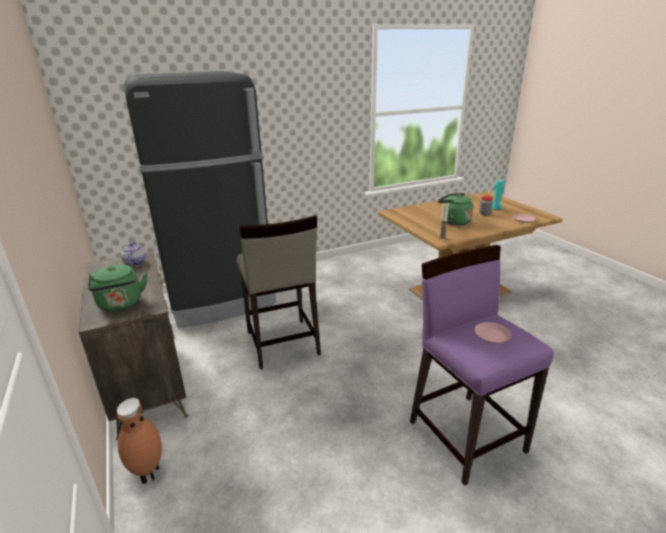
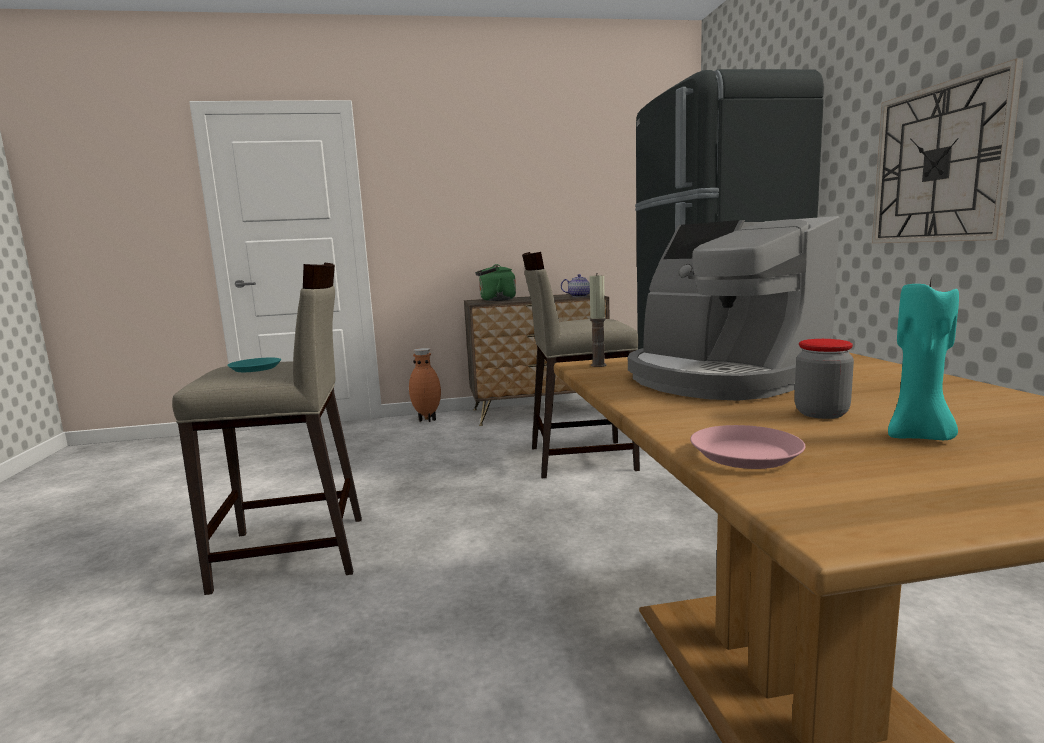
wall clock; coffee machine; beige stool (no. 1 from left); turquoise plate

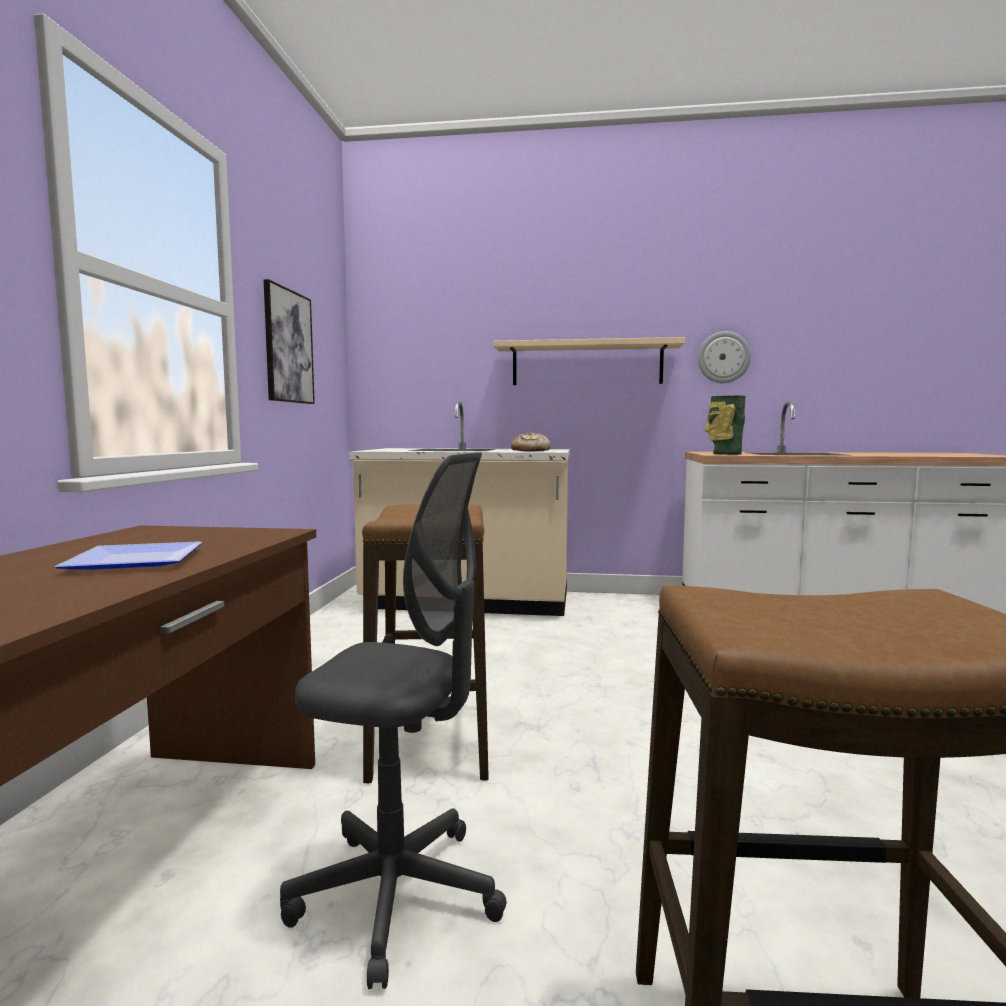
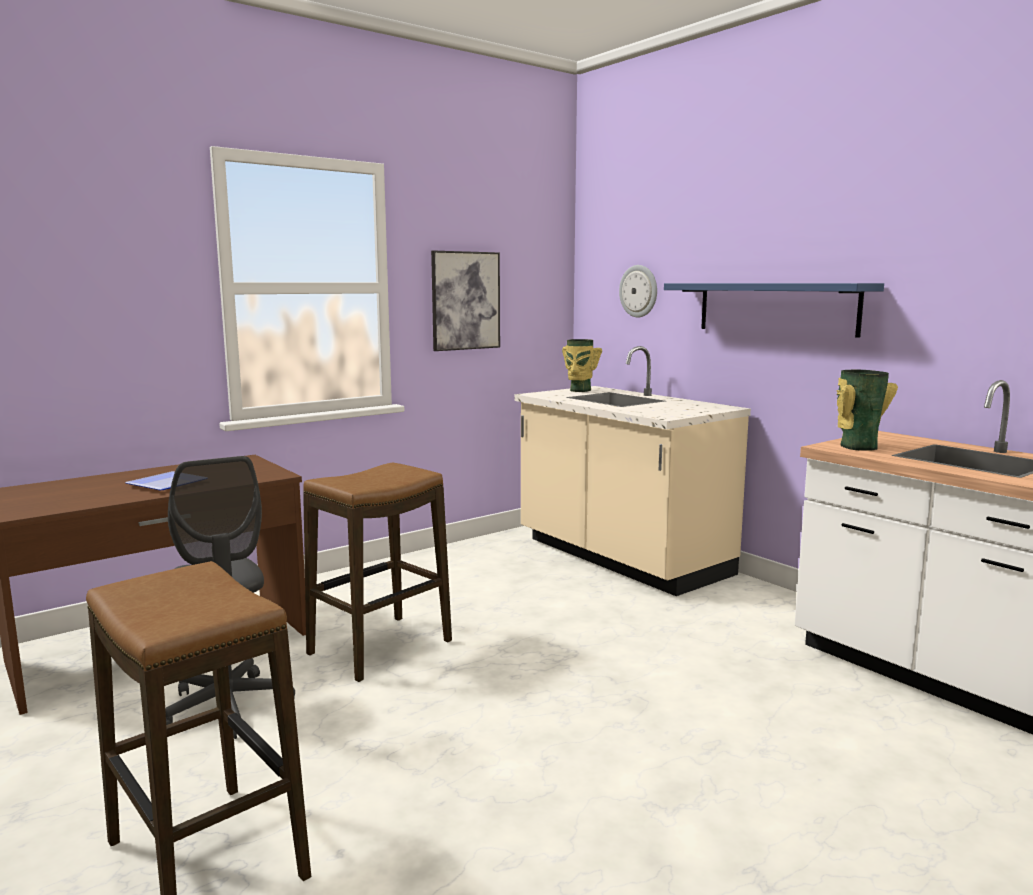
bread; vase (no. 1 from left); wall clock; blue shelf

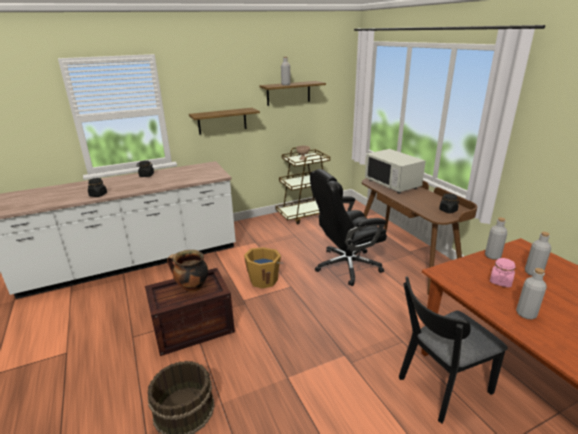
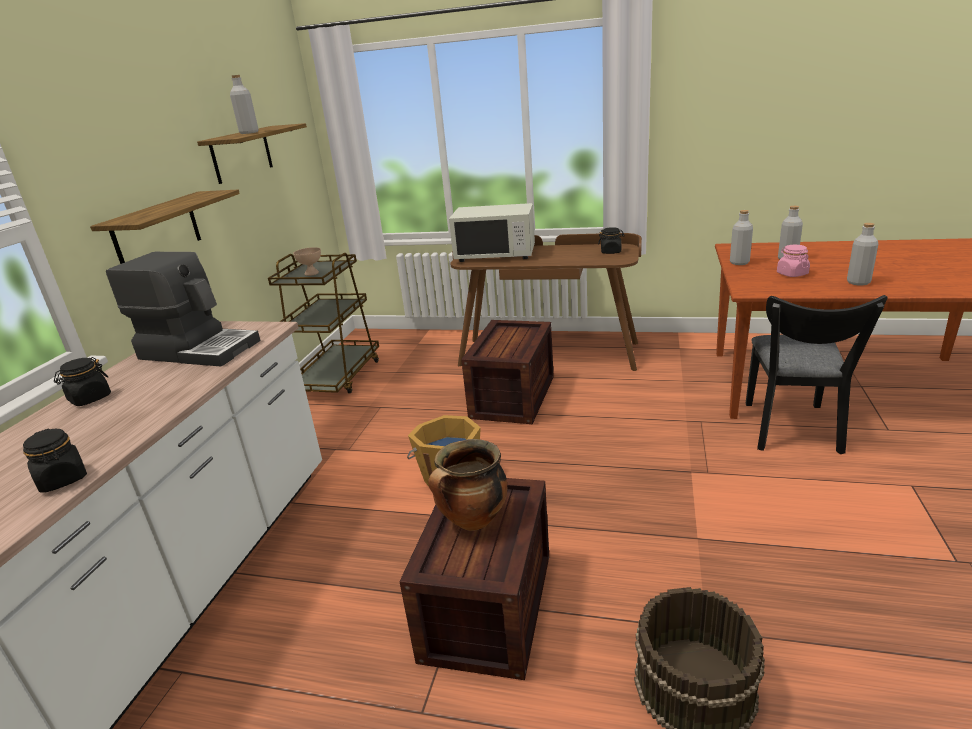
coffee machine; crate (no. 2 from left)

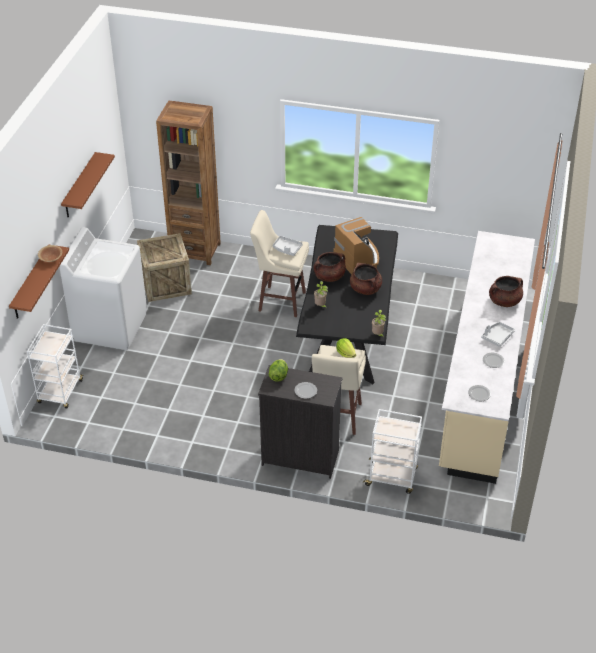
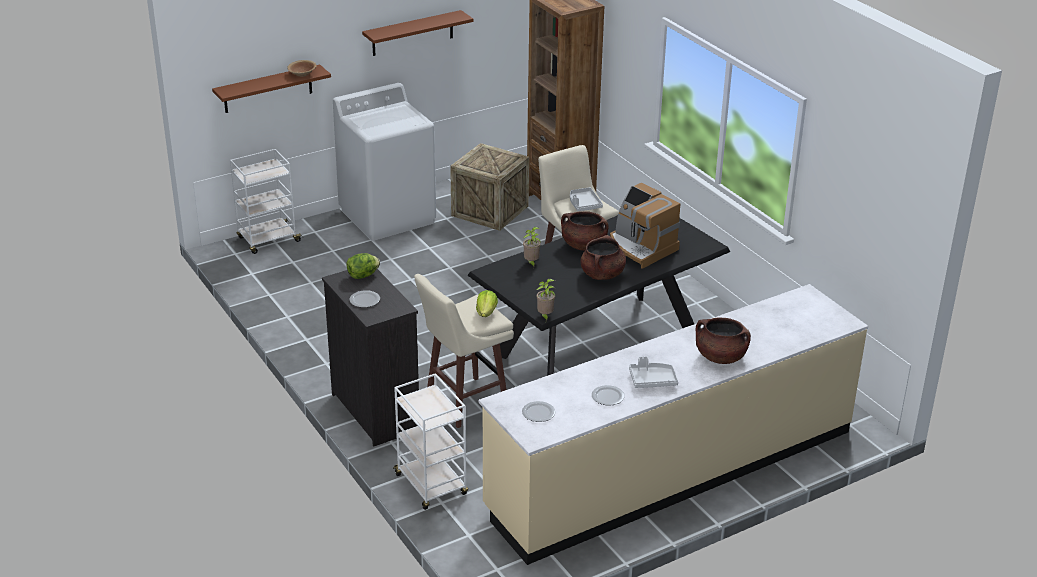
coffee machine

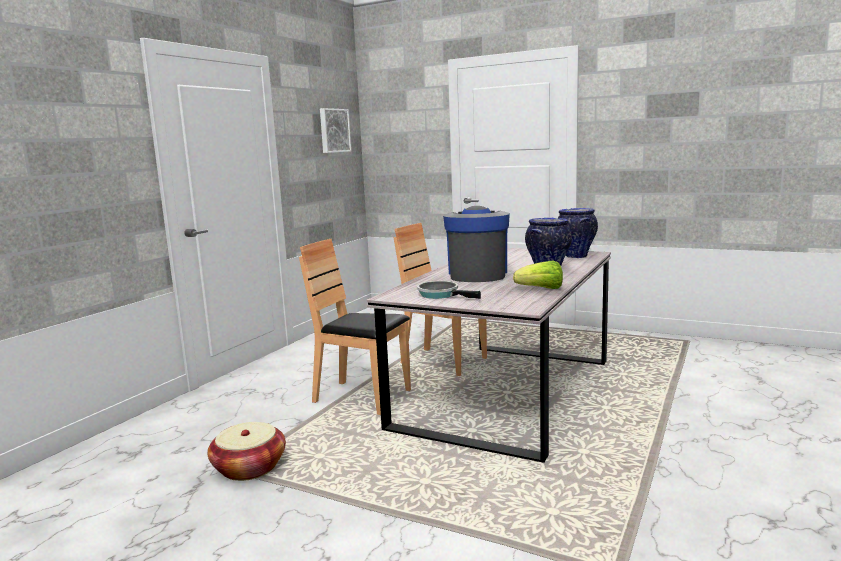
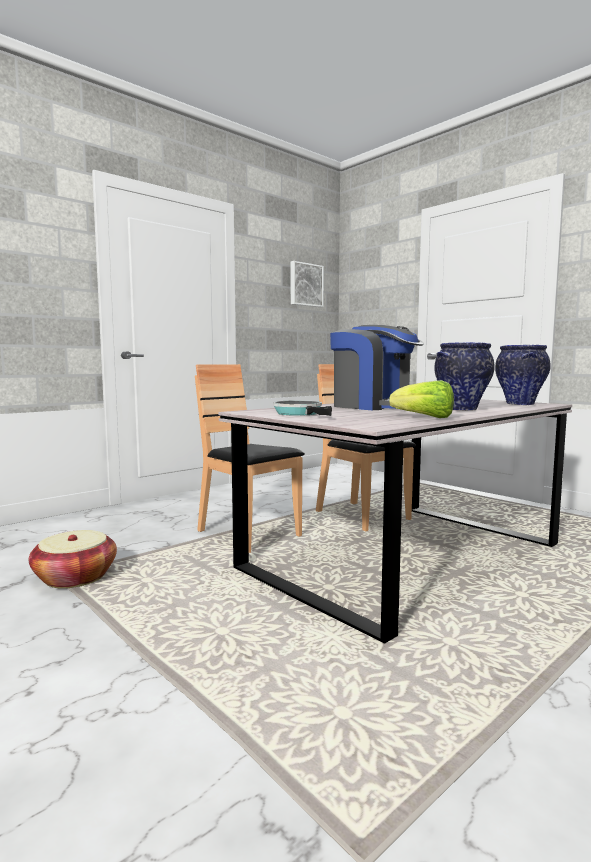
coffee machine

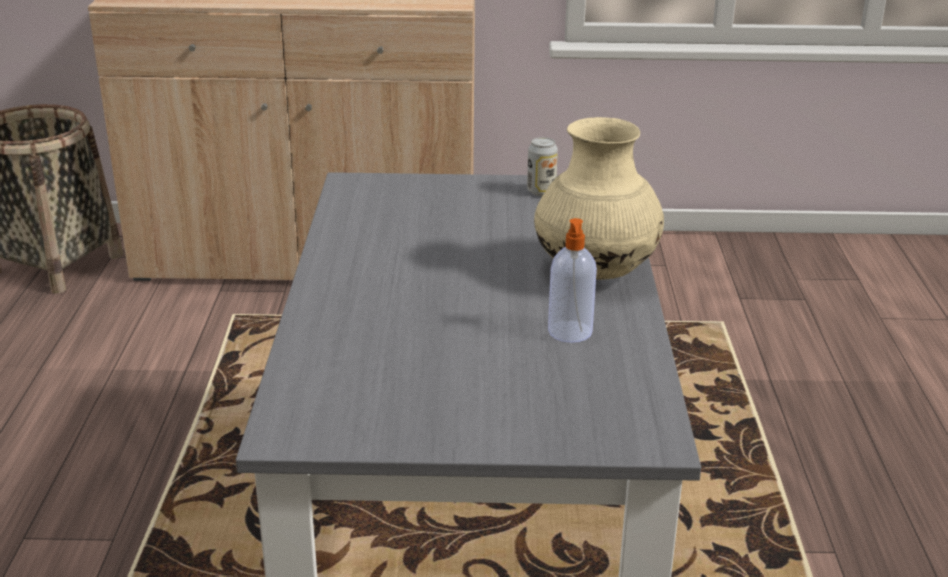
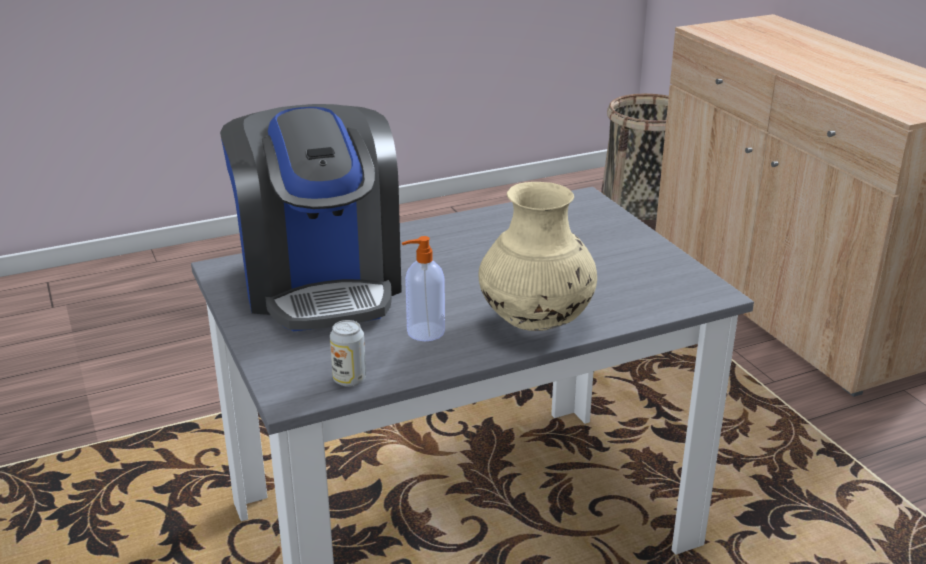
coffee machine; can

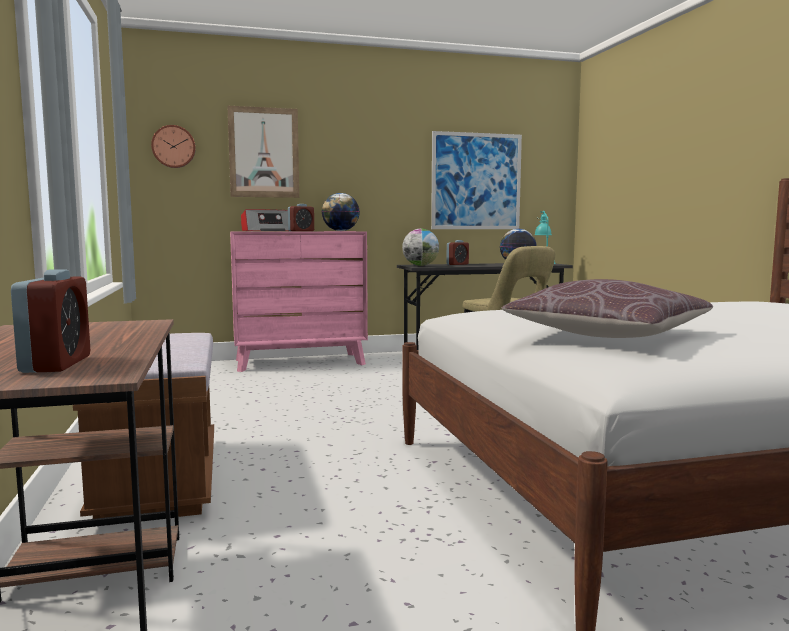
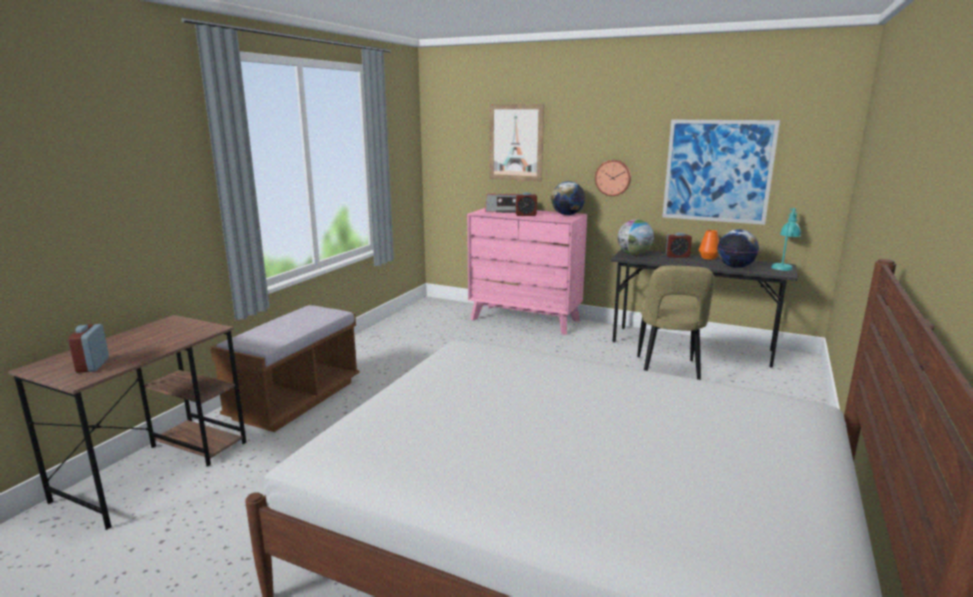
brown pillow; orange vase; wall clock; alarm clock (no. 1 from left)

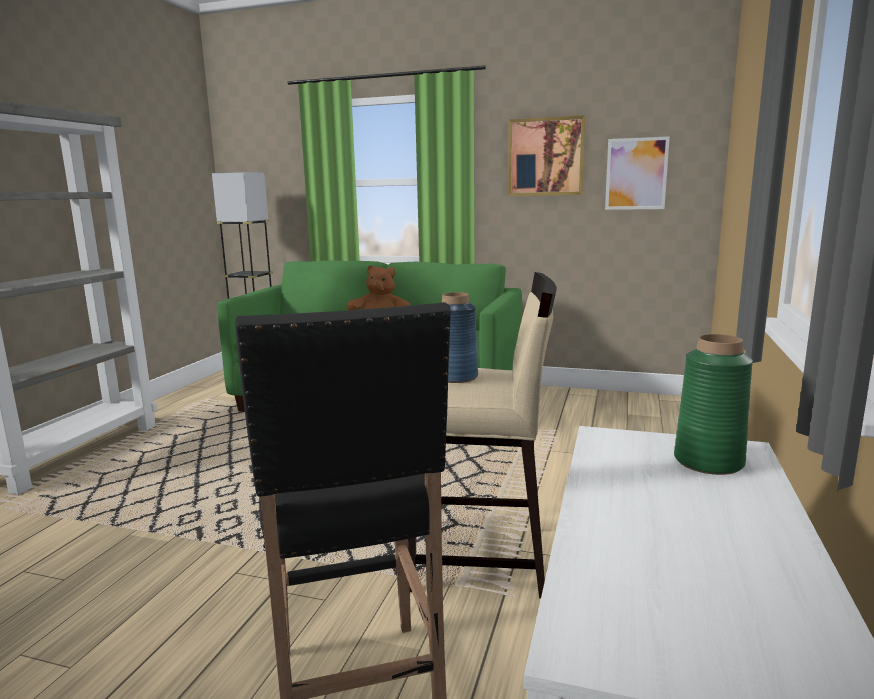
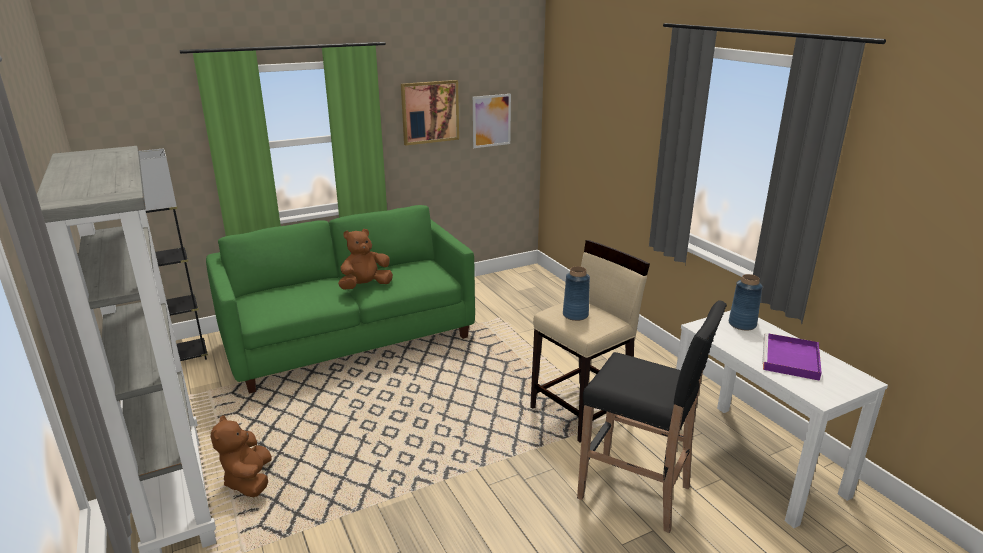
brown plush toy (no. 1 from left); purple tray; blue vase (no. 2 from left)

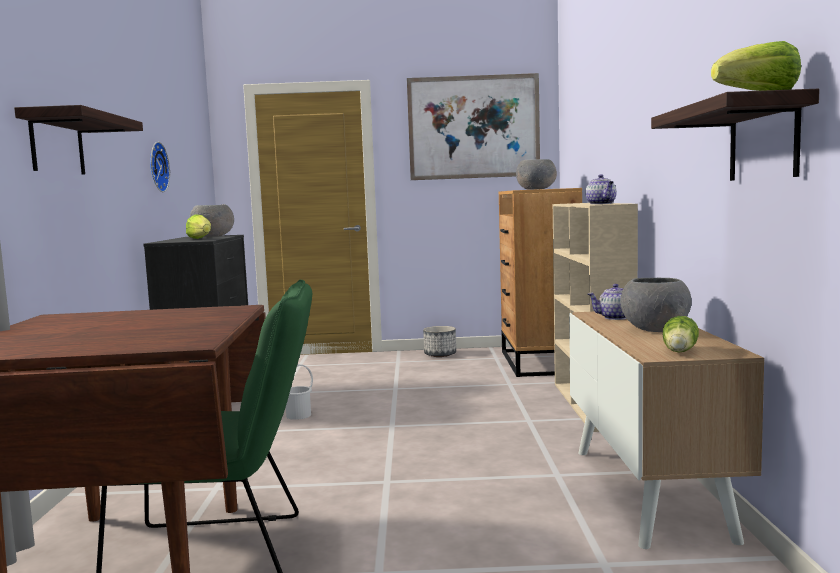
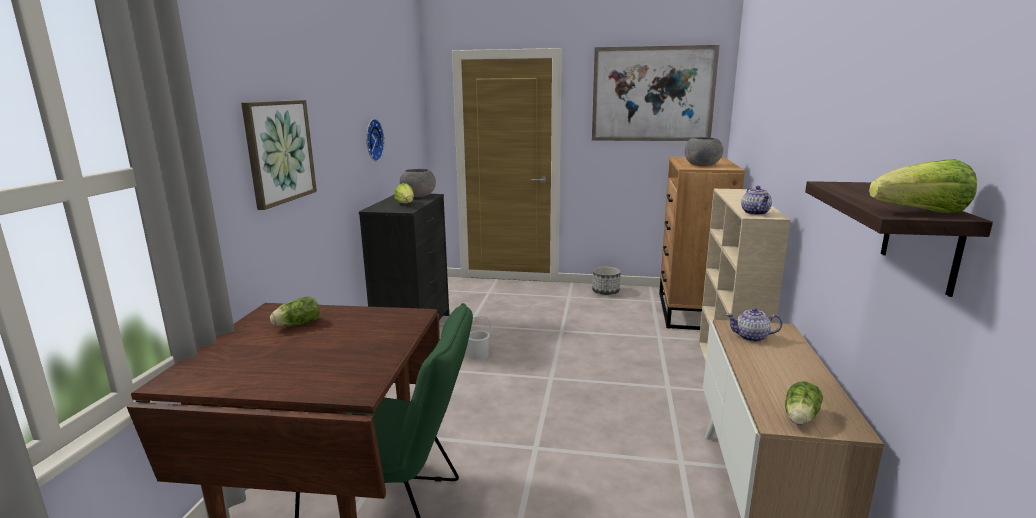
grey bowl (no. 3 from left in the first image); lettuce (no. 1 from left); picture (no. 1 from left)

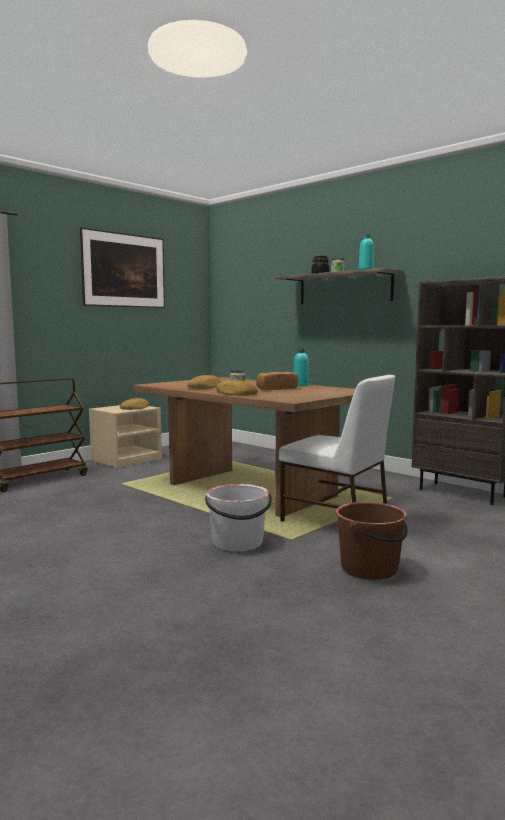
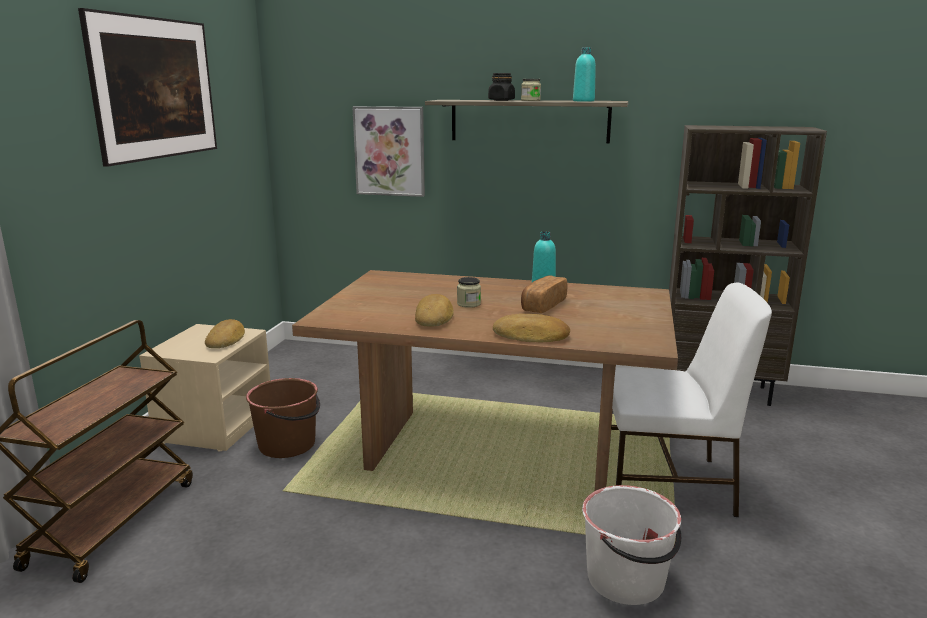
picture (no. 2 from left); brown bucket

